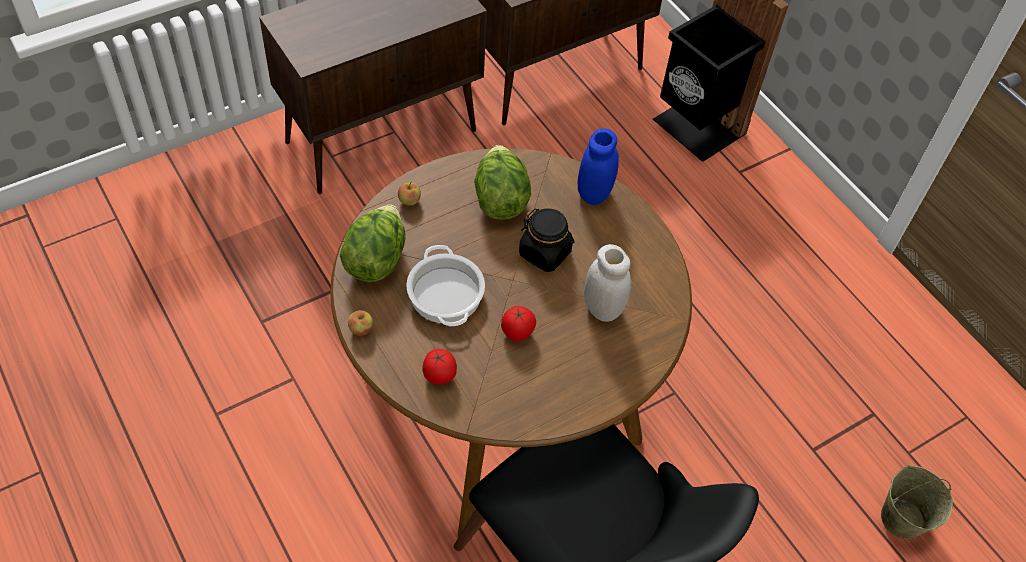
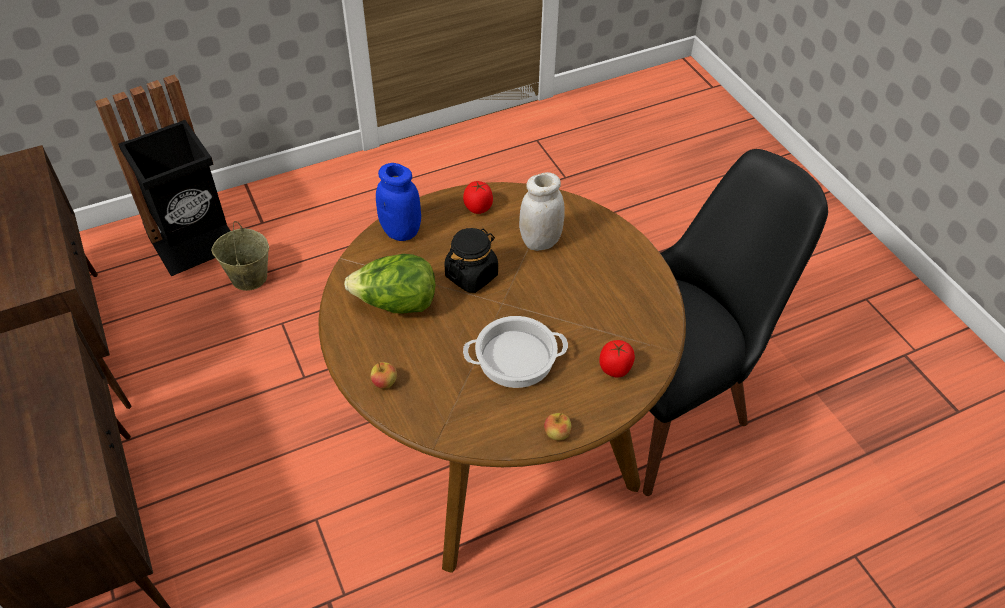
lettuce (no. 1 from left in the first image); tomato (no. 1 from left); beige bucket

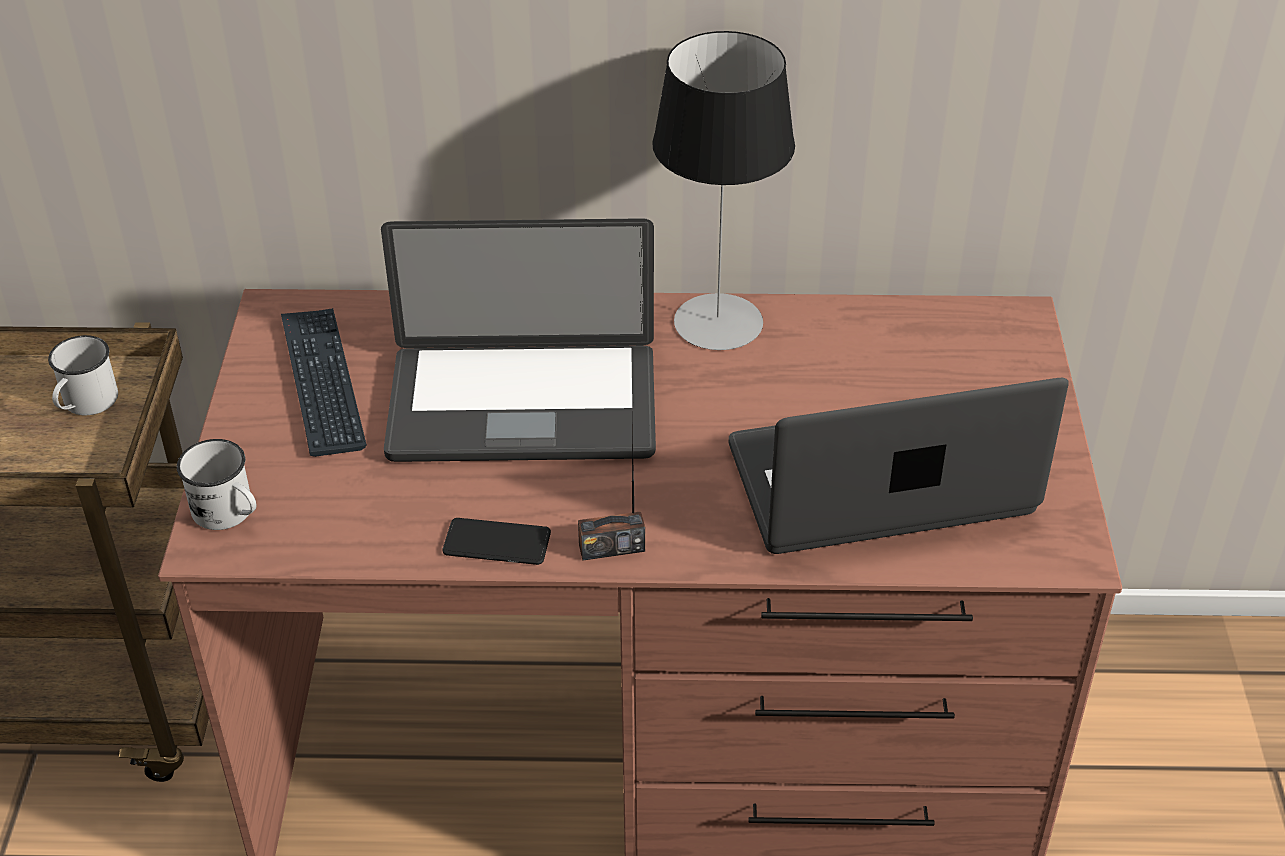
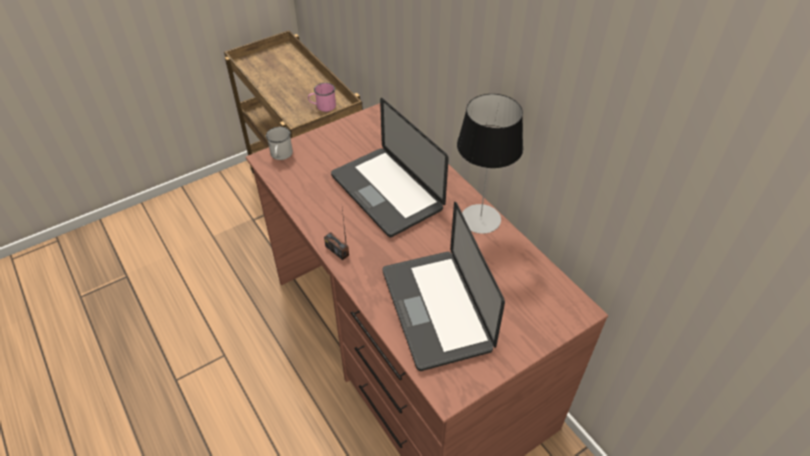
keyboard; phone; pink mug; laptop (no. 2 from left)

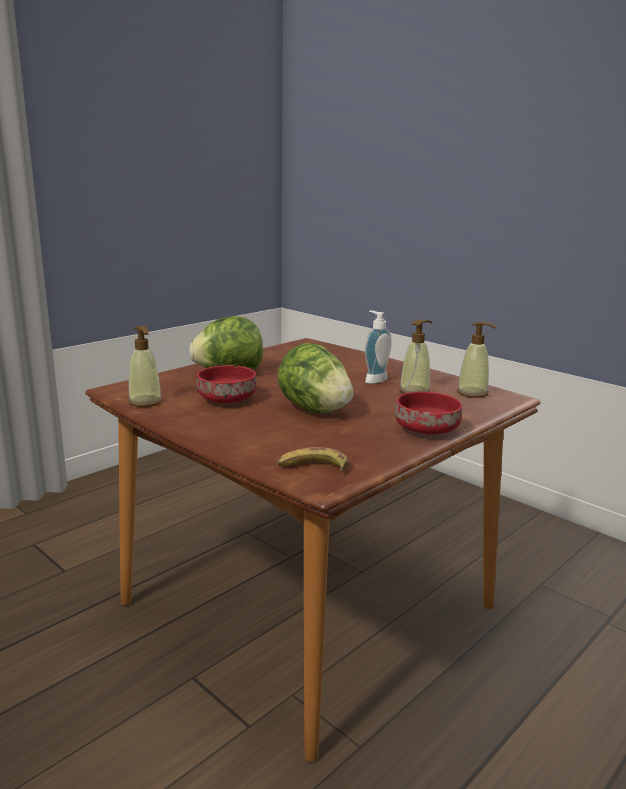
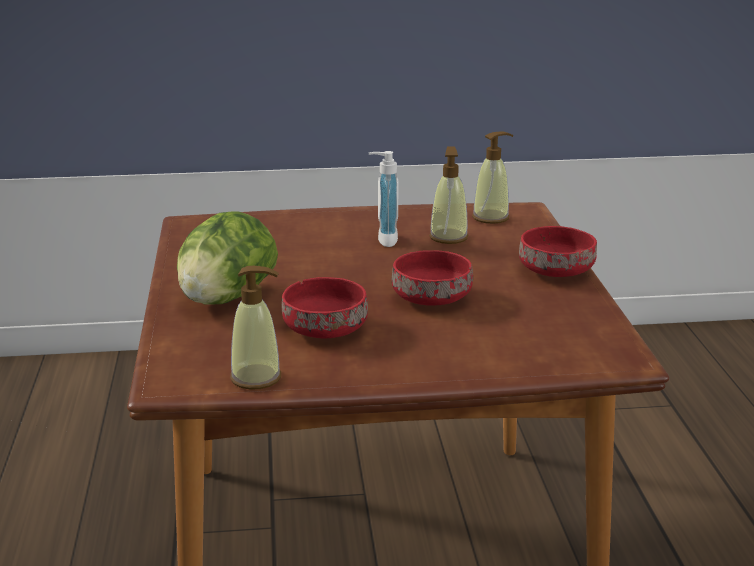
banana; red bowl (no. 2 from left)

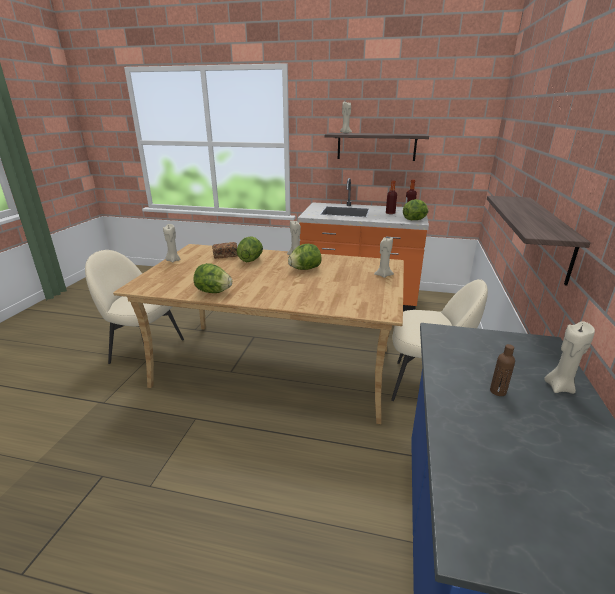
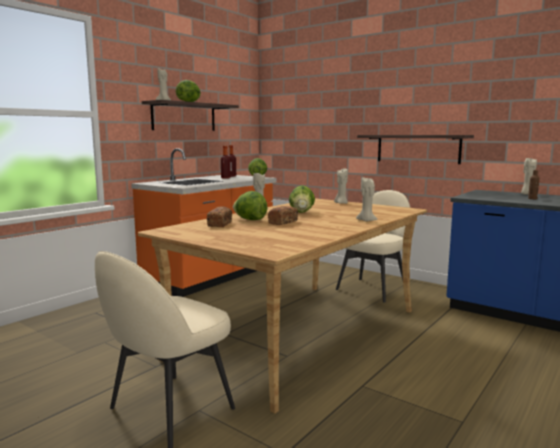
bread (no. 2 from left); beige candle (no. 4 from left); lettuce (no. 1 from left)

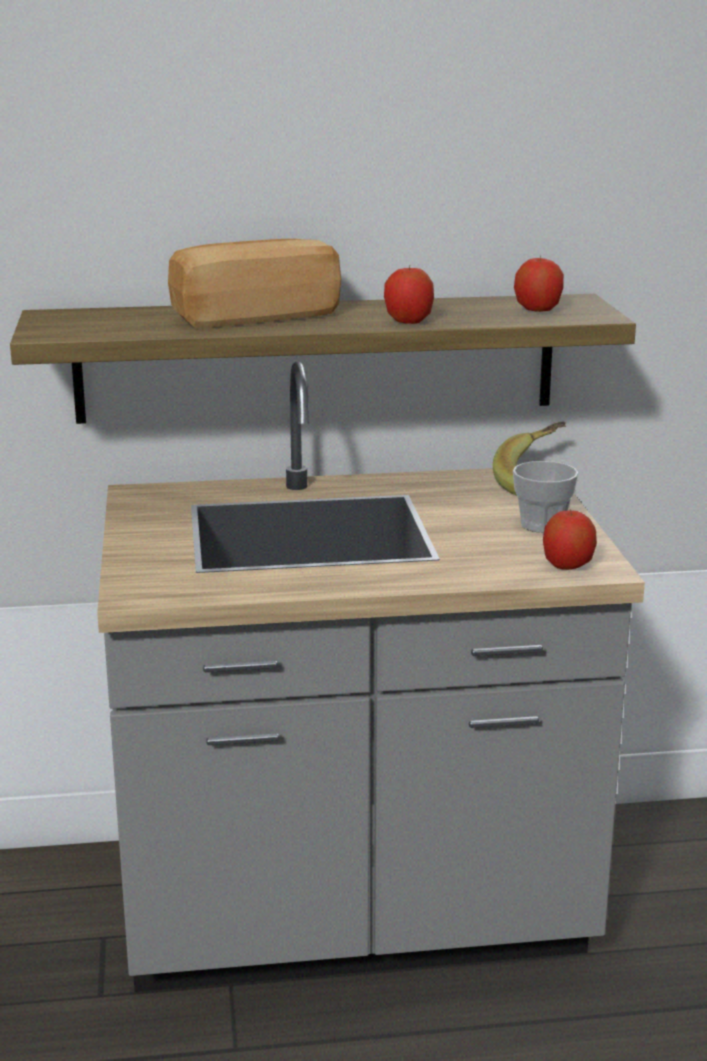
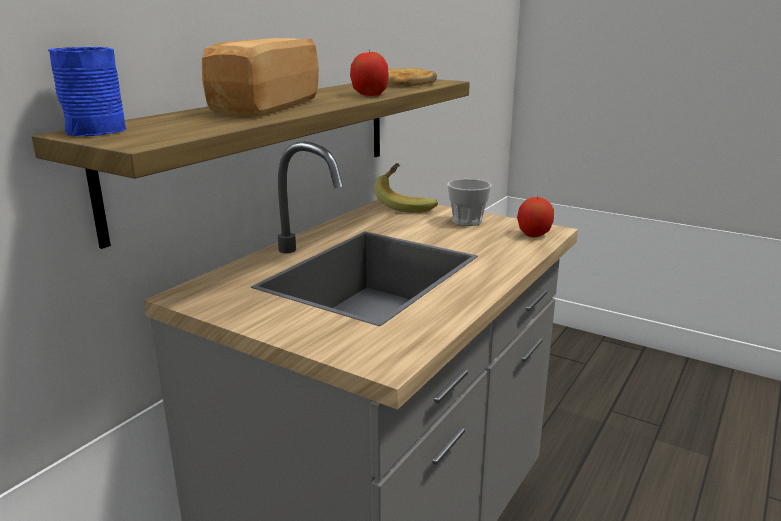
blue mug; bread (no. 2 from left)

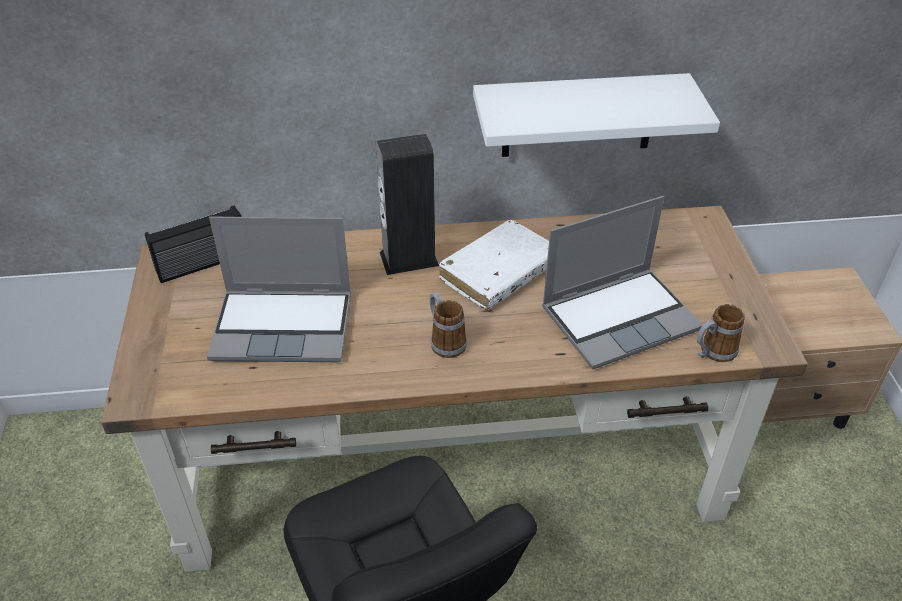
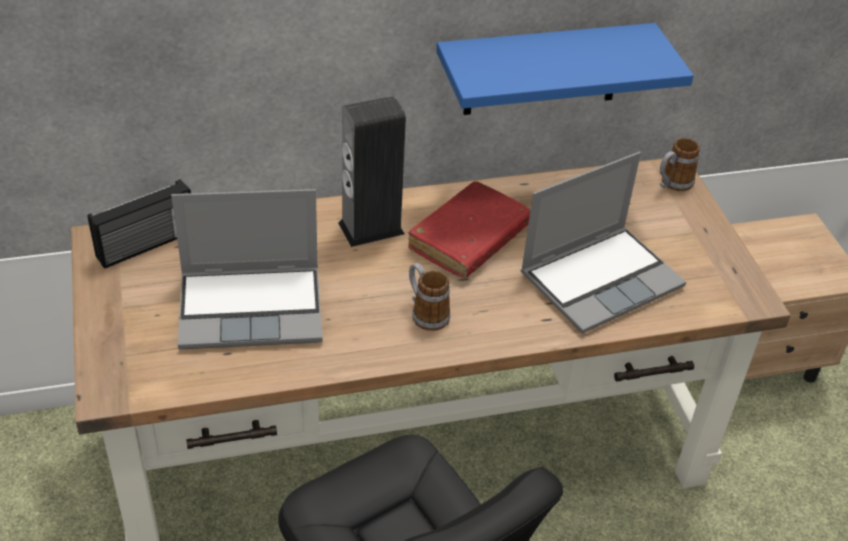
mug (no. 2 from left); red book; blue shelf

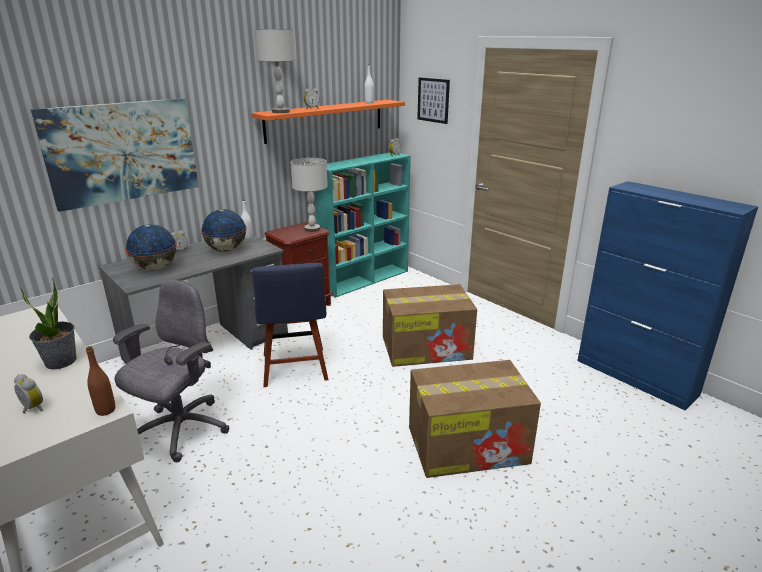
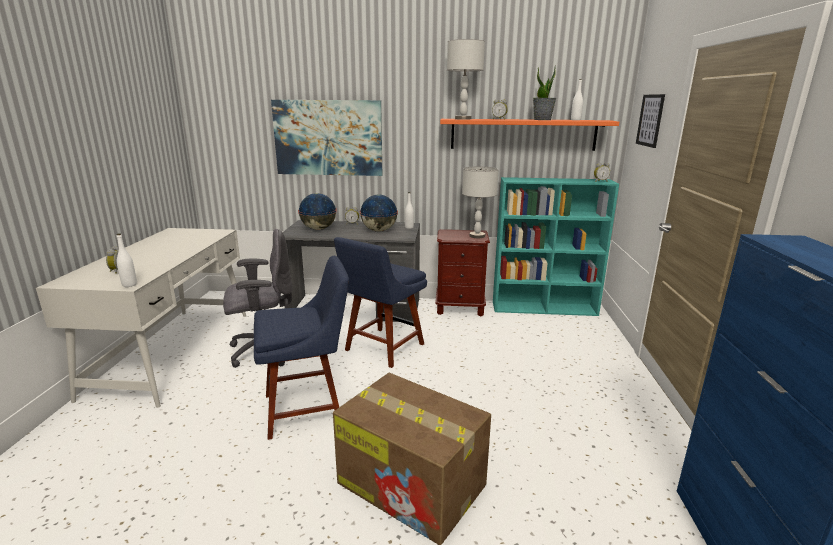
cardboard box (no. 1 from left in the first image); blue chair (no. 1 from left); potted plant; white bottle (no. 1 from left)

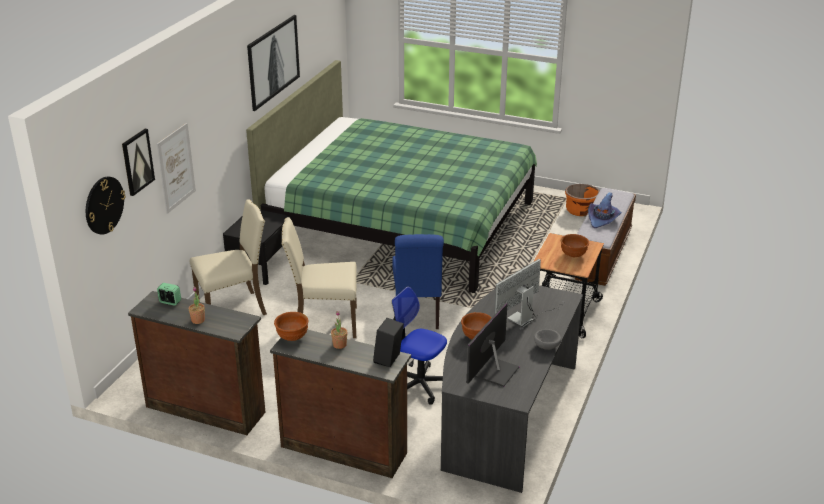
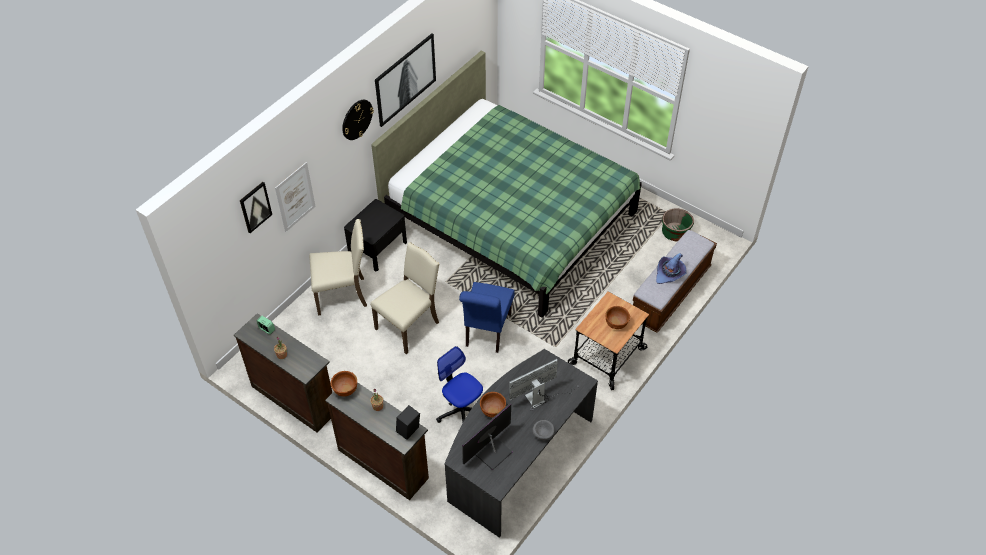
wall clock; green planter; beige chair (no. 2 from left)

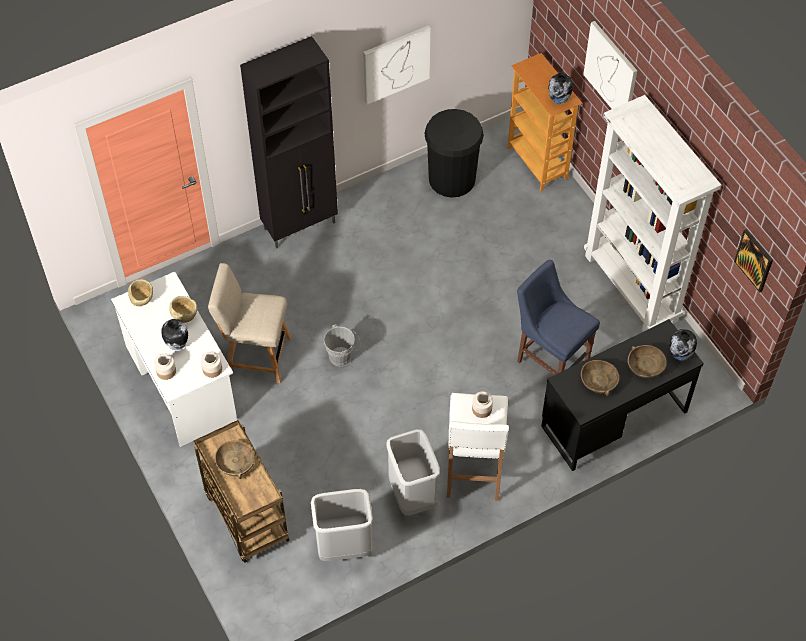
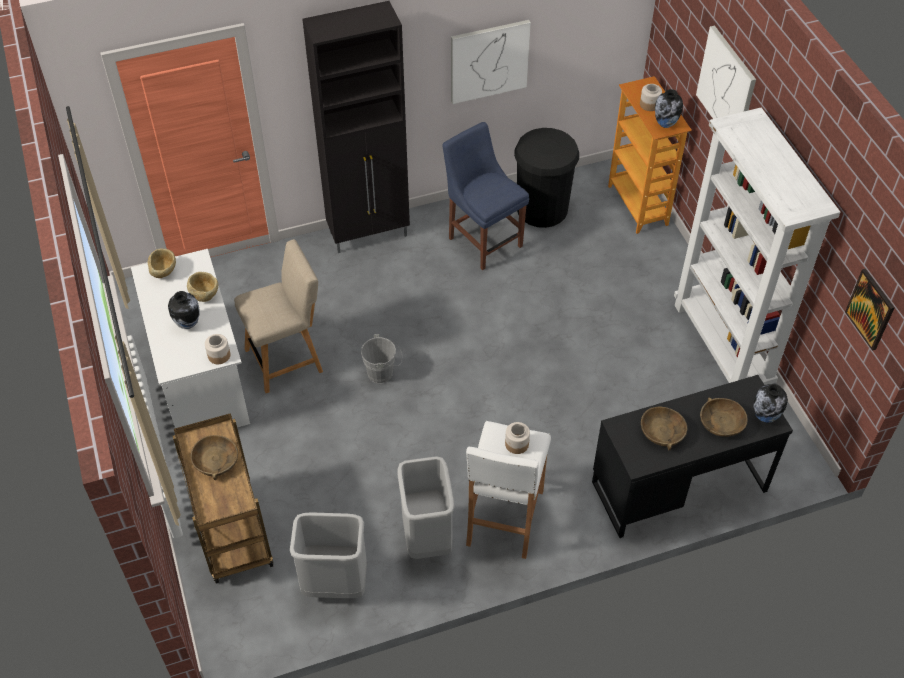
jar (no. 3 from left); blue chair; beige chair

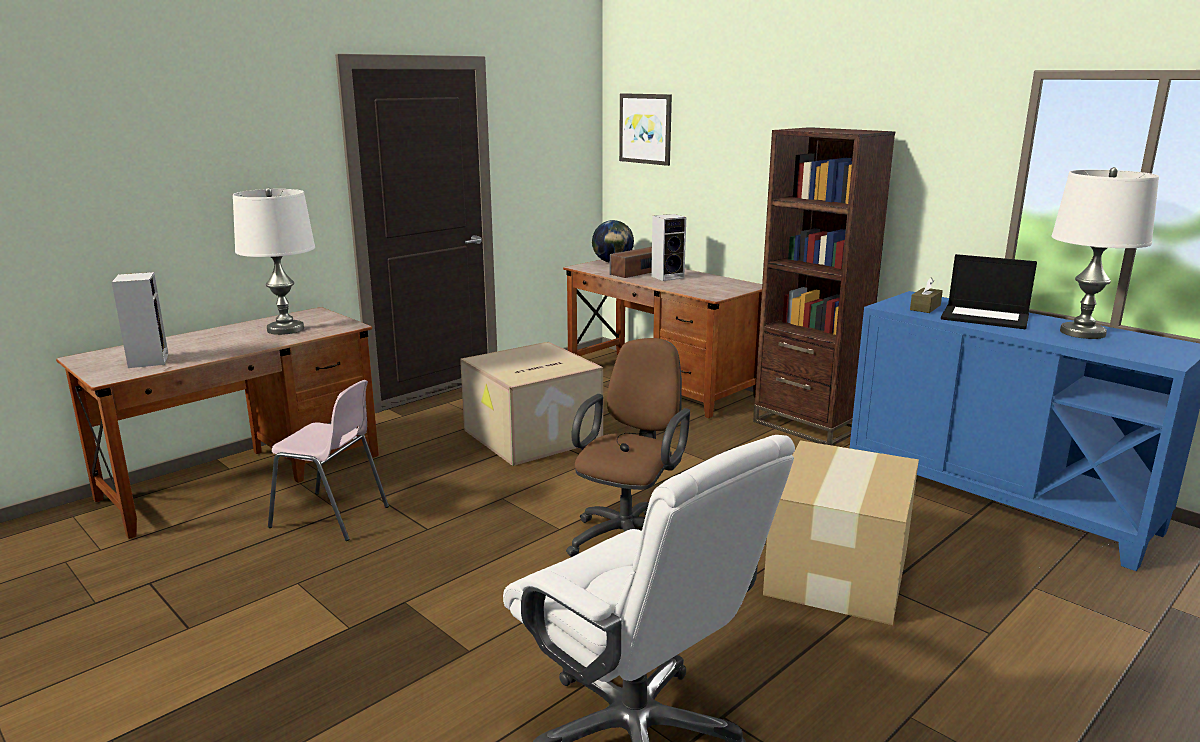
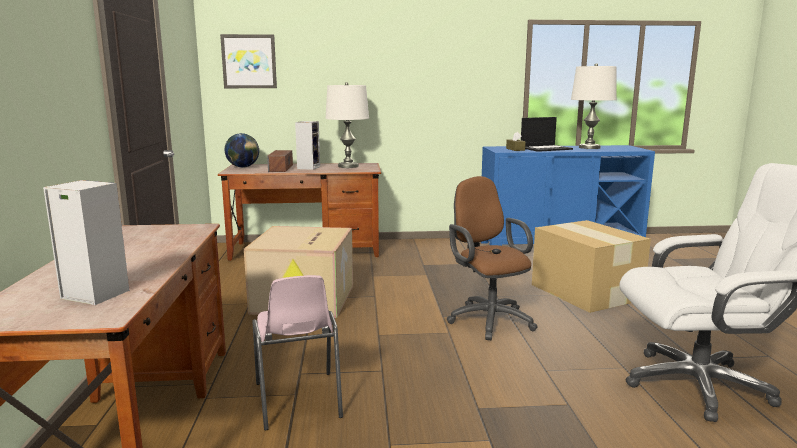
brown bookcase; white table lamp (no. 1 from left); pink chair

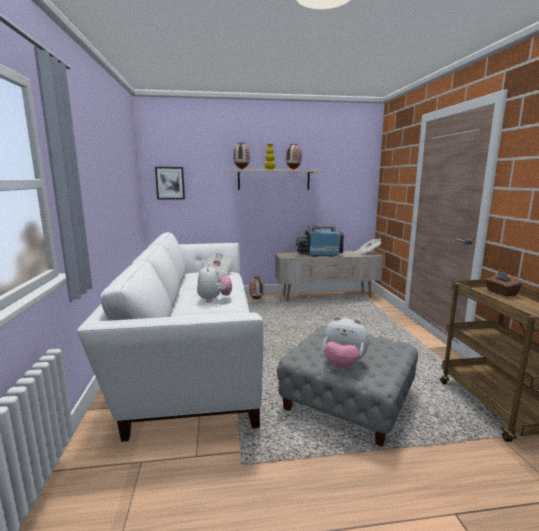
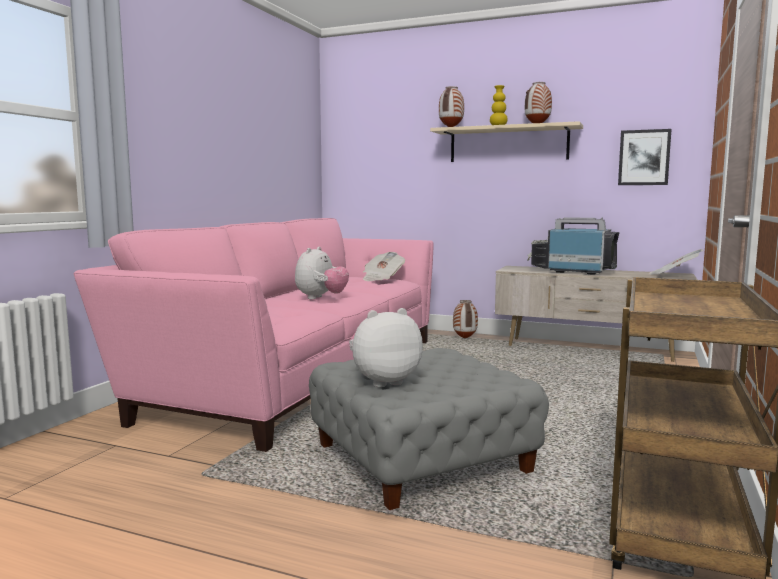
brown tissue box; picture; pink sofa; plush toy (no. 2 from left)

